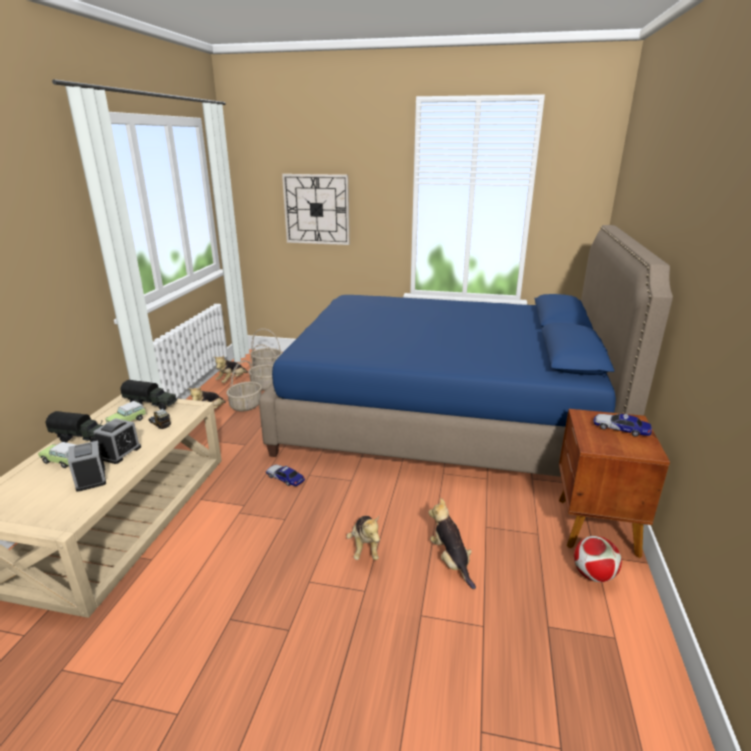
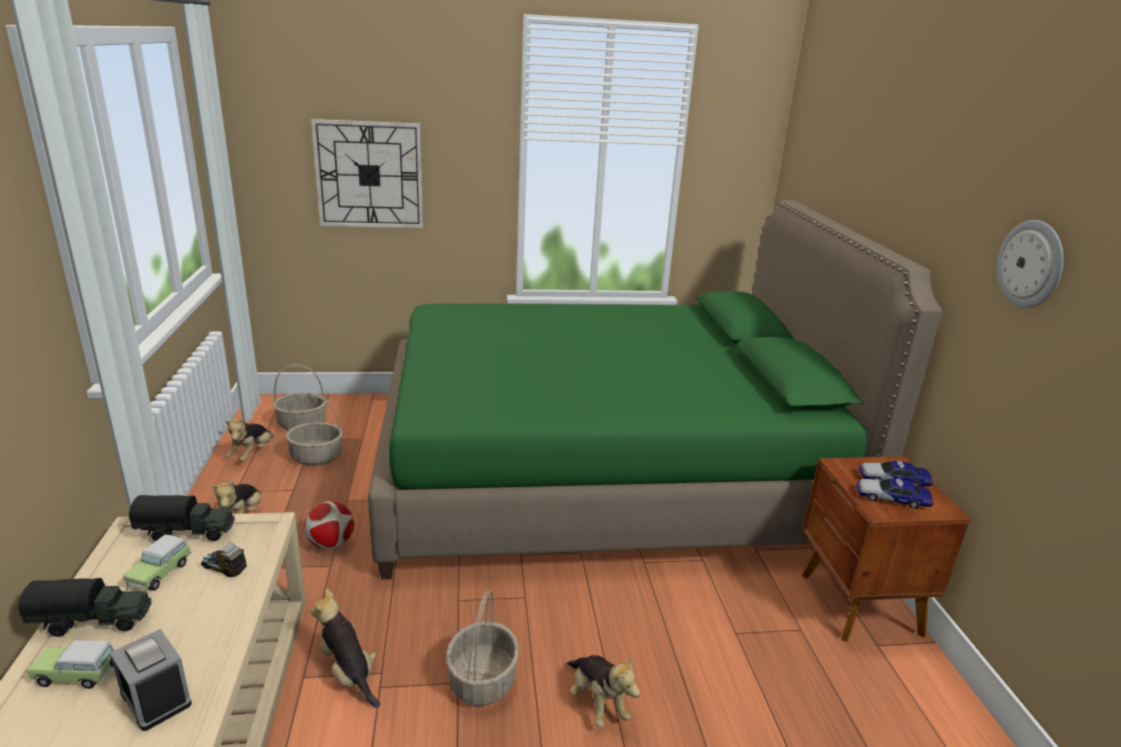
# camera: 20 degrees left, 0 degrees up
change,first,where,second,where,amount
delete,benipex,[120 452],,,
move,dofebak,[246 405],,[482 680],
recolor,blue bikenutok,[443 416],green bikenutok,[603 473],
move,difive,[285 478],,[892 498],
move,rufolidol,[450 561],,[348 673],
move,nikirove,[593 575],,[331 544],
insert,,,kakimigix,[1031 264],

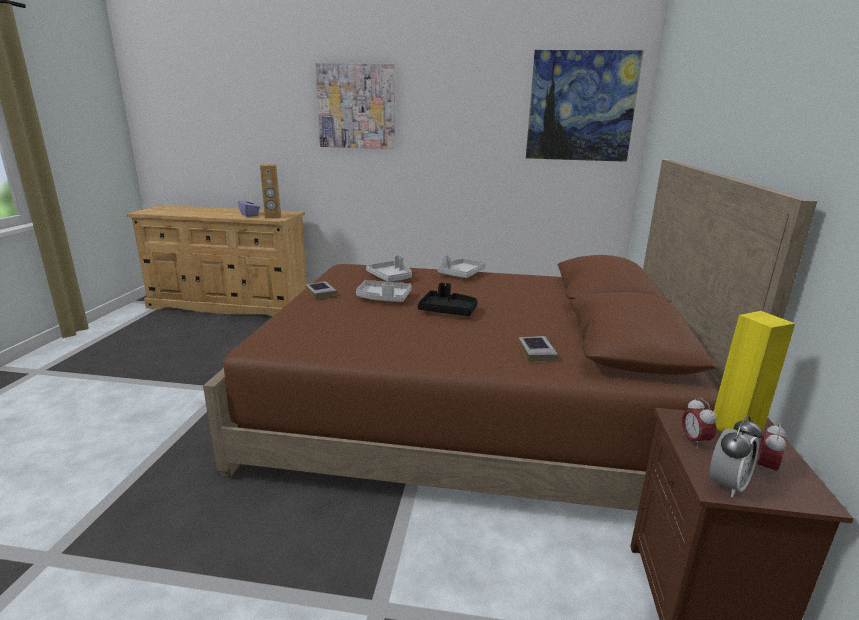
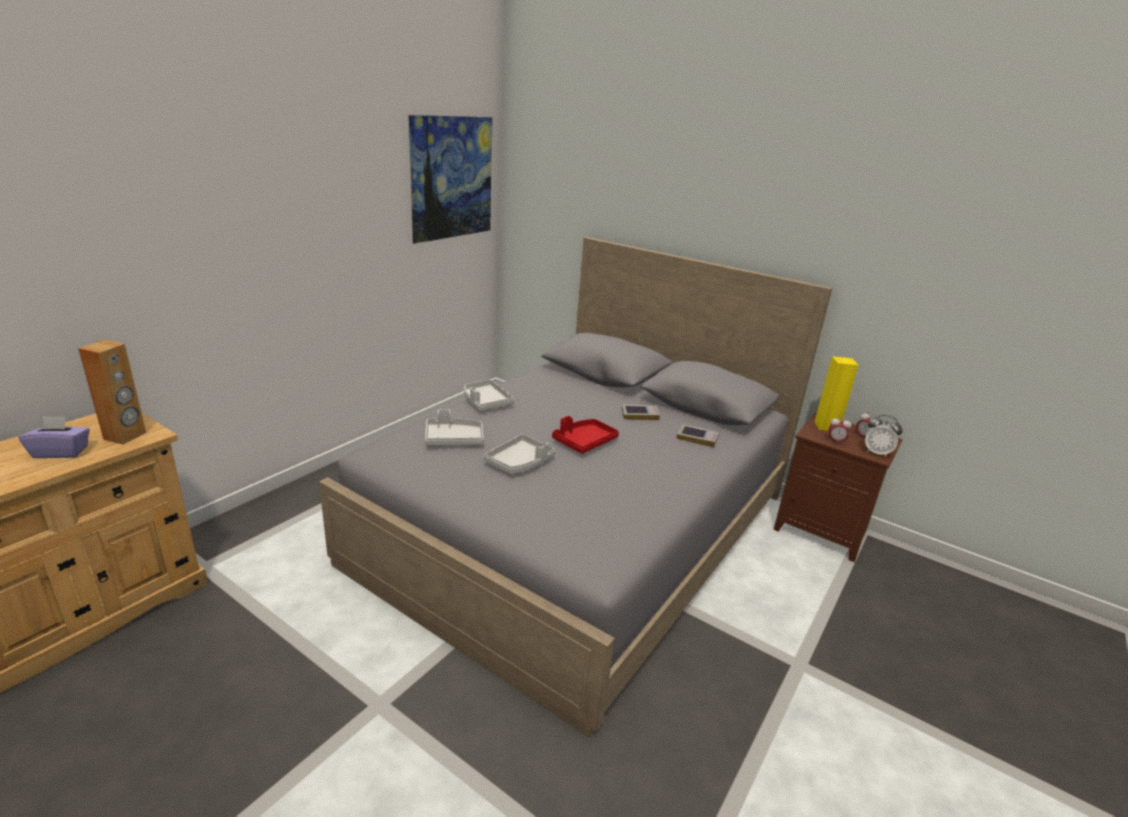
# camera: 65 degrees left, 5 degrees up
change,first,where,second,where,amount
recolor,brown bikenutok,[467 410],grey bikenutok,[580 527],
move,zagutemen,[321 292],,[640 415],
delete,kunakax,[356 106],,,
recolor,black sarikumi,[448 310],red sarikumi,[584 442],
rotate,benipex,[727 484],,[876 453],135 degrees clockwise

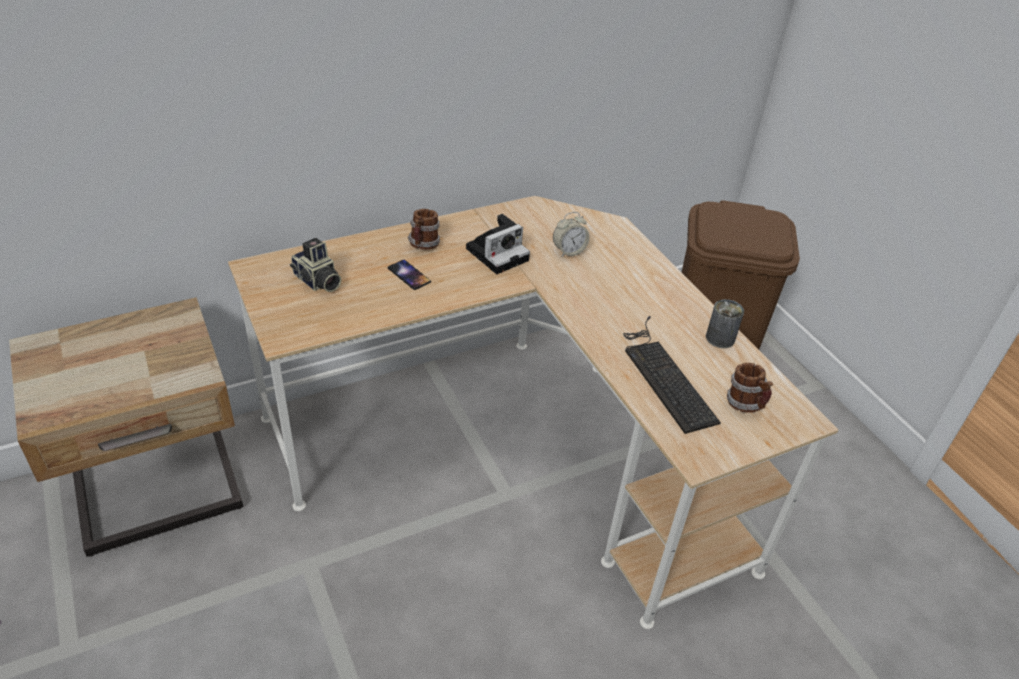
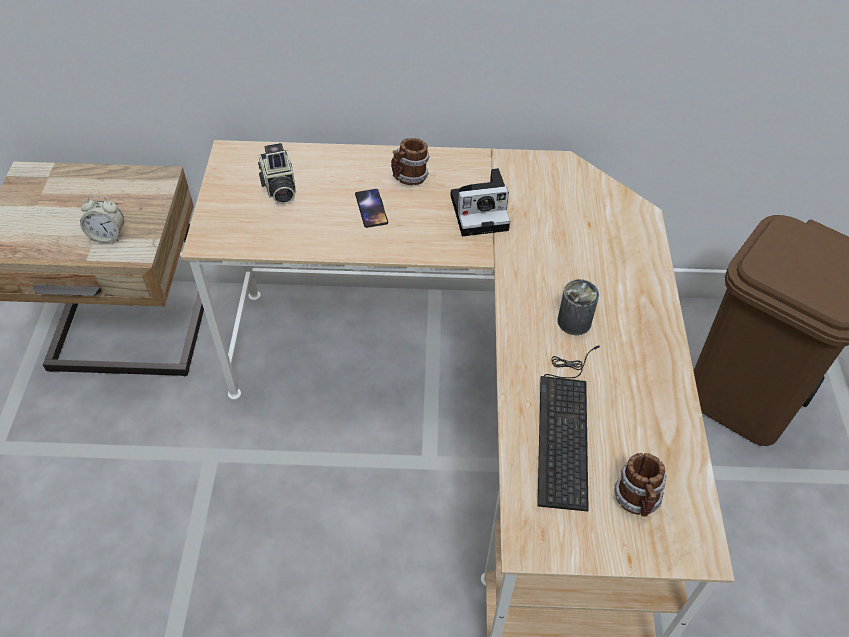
# camera: 30 degrees right, 10 degrees up
change,first,where,second,where,amount
move,benipex,[569 251],,[108 235],
move,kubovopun,[720 338],,[574 321],

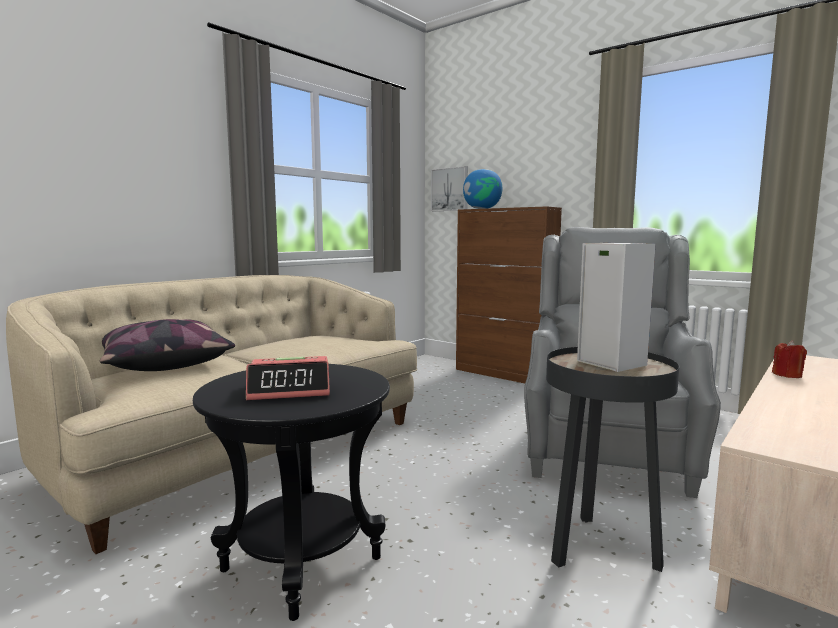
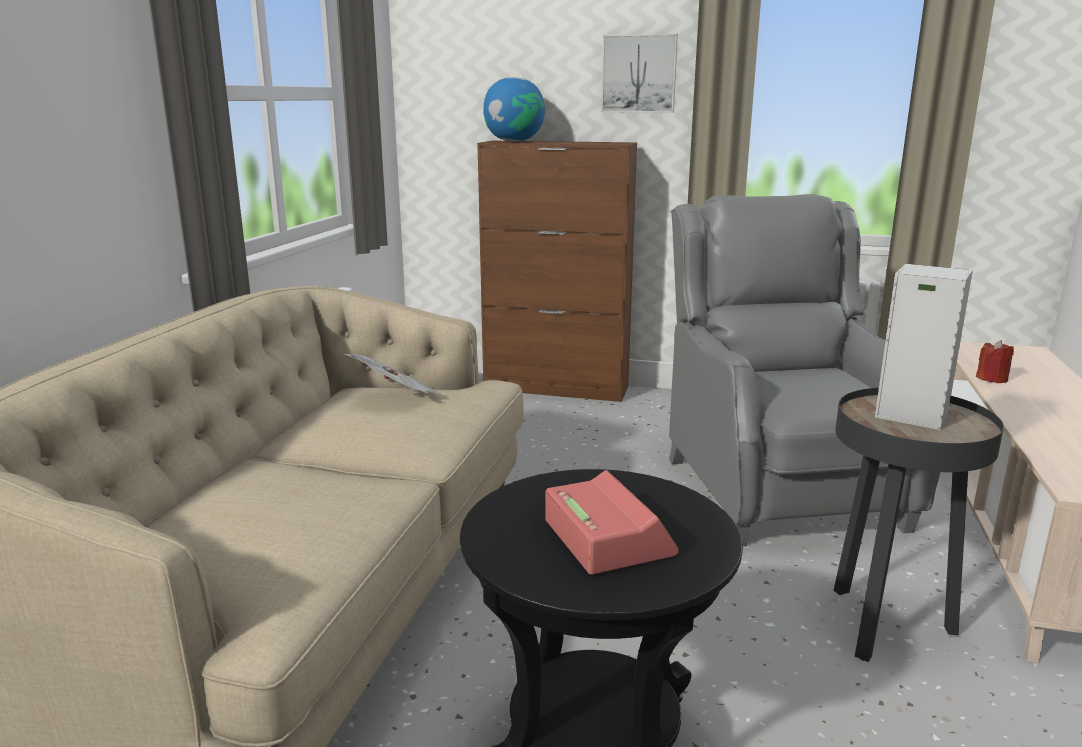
# camera: 25 degrees left, 10 degrees up
change,first,where,second,where,amount
delete,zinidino,[164 364],,,
rotate,benipex,[290 390],,[607 538],75 degrees counterclockwise
move,kunakax,[450 189],,[639 74],
insert,,,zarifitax,[398 398],

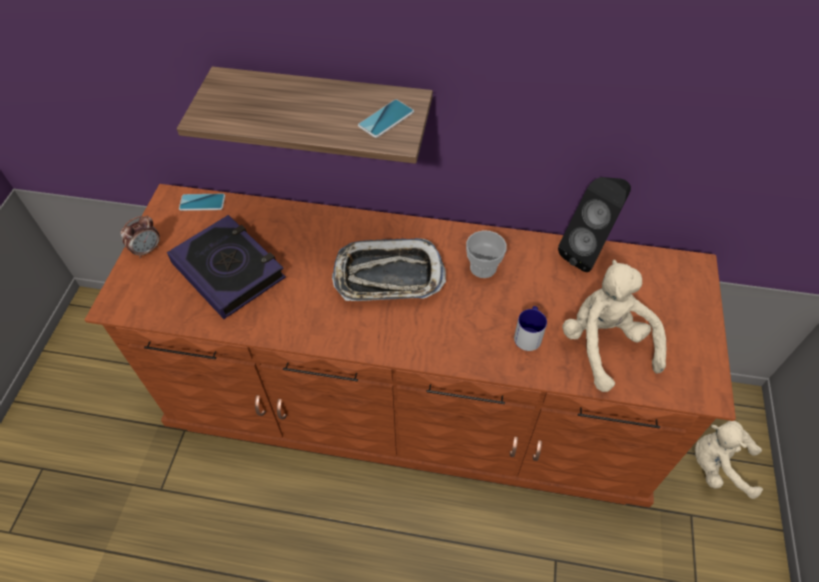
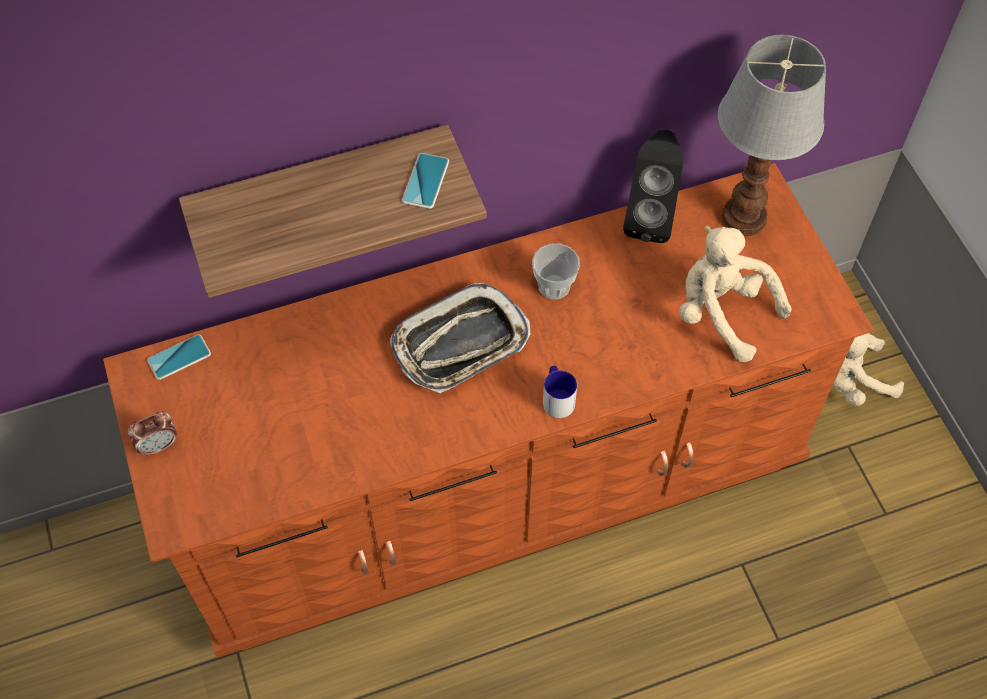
# camera: 30 degrees left, 5 degrees up
change,first,where,second,where,amount
rotate,benipex,[147 250],,[159 445],45 degrees clockwise
delete,zagutemen,[229 270],,,
move,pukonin,[528 334],,[557 398],
insert,,,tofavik,[742 218],

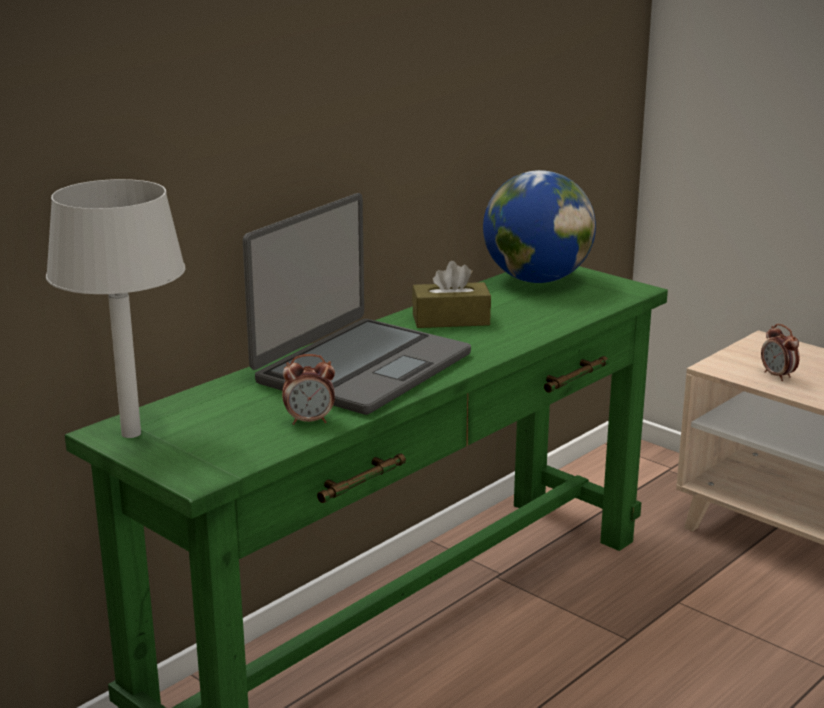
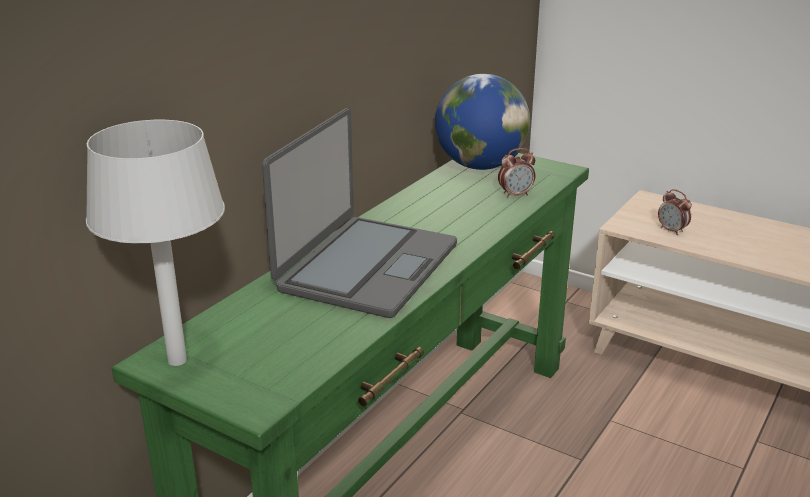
# camera: 10 degrees left, 5 degrees up
change,first,where,second,where,amount
move,benipex,[309 421],,[515 195],
delete,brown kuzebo,[451 320],,,

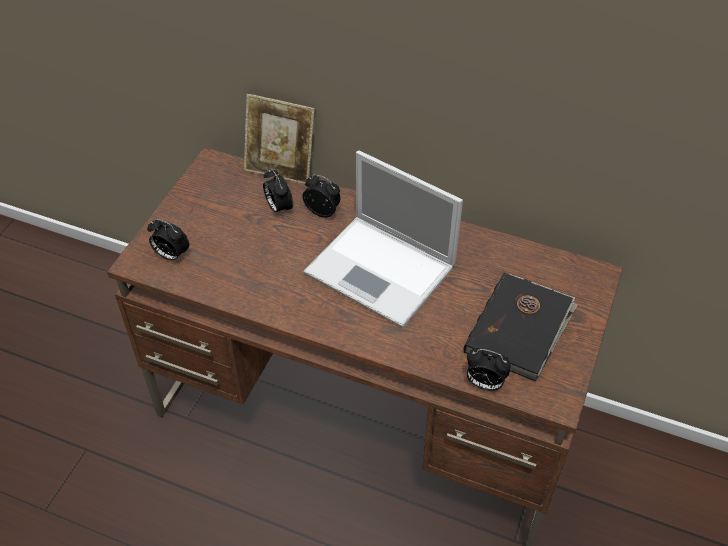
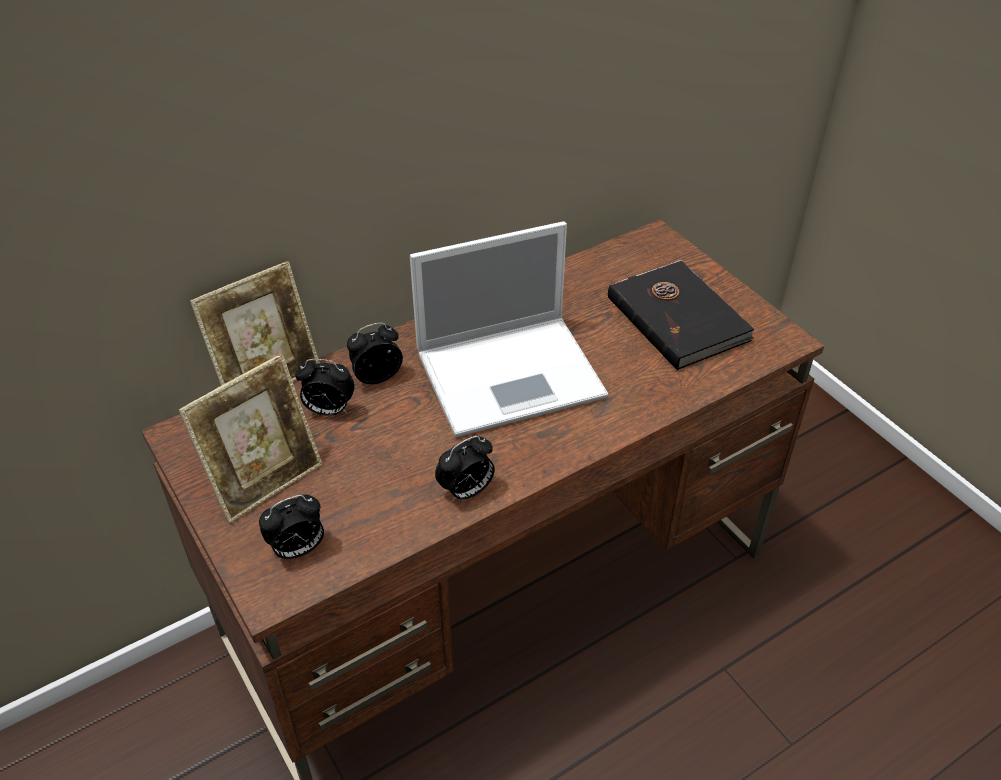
# camera: 55 degrees left, 5 degrees down
change,first,where,second,where,amount
move,benipex,[484 383],,[466 491],
insert,,,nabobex,[265 481],

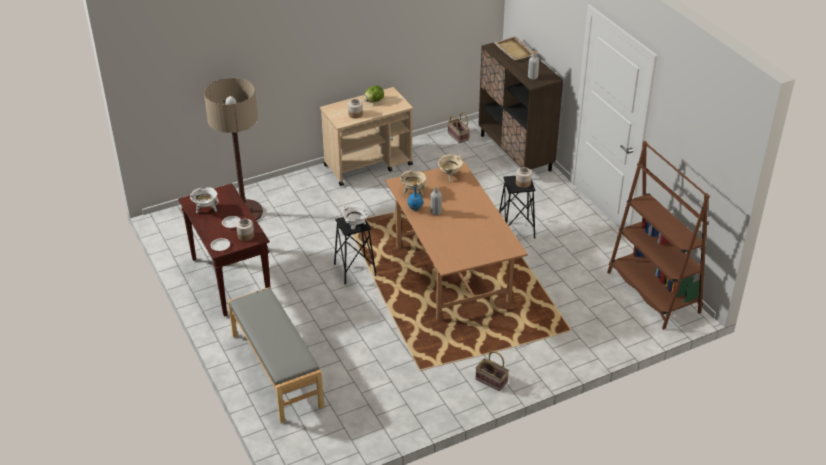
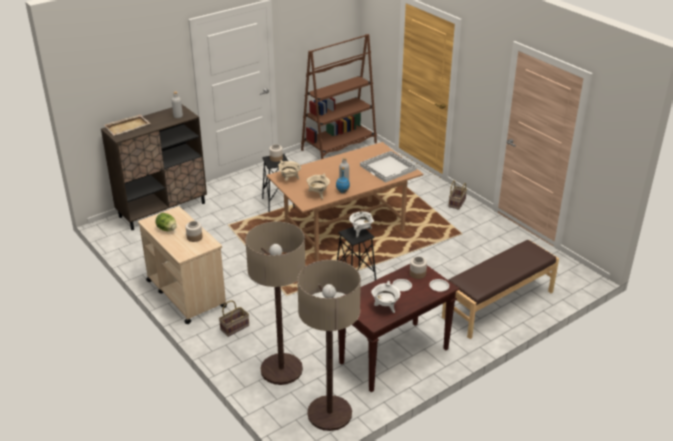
# camera: 100 degrees left, 5 degrees down
change,first,where,second,where,amount
recolor,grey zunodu,[276 370],brown zunodu,[498 305],
move,dofebak,[459 136],,[235 327],
insert,,,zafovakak,[329 413],
insert,,,white sarikumi,[388 168],

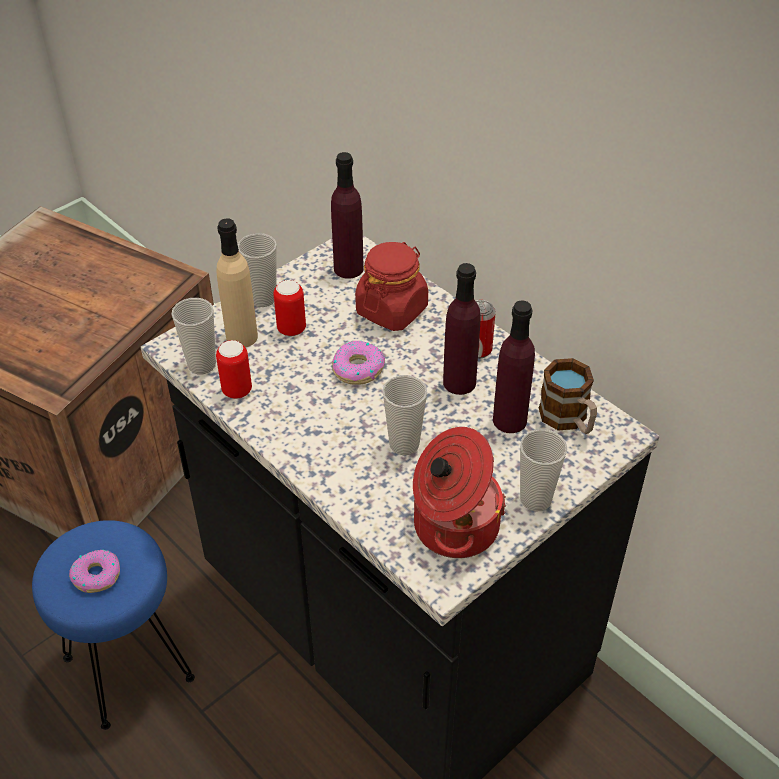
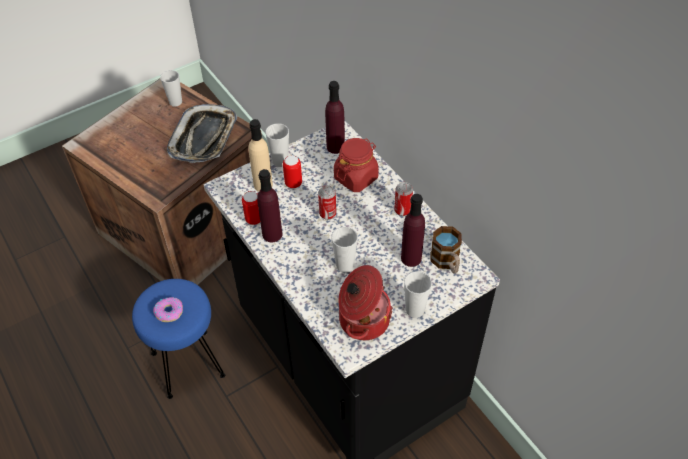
# camera: 10 degrees right, 5 degrees up
change,first,where,second,where,amount
move,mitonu,[202 365],,[175 102],
replace,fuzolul,[358 368],kubovopun,[327 214],
move,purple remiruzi,[459 382],,[272 234],
insert,,,sarikumi,[204 138],

